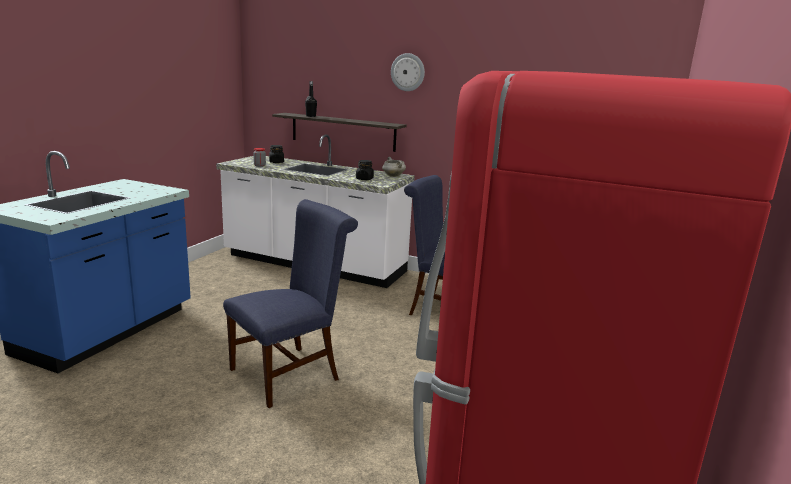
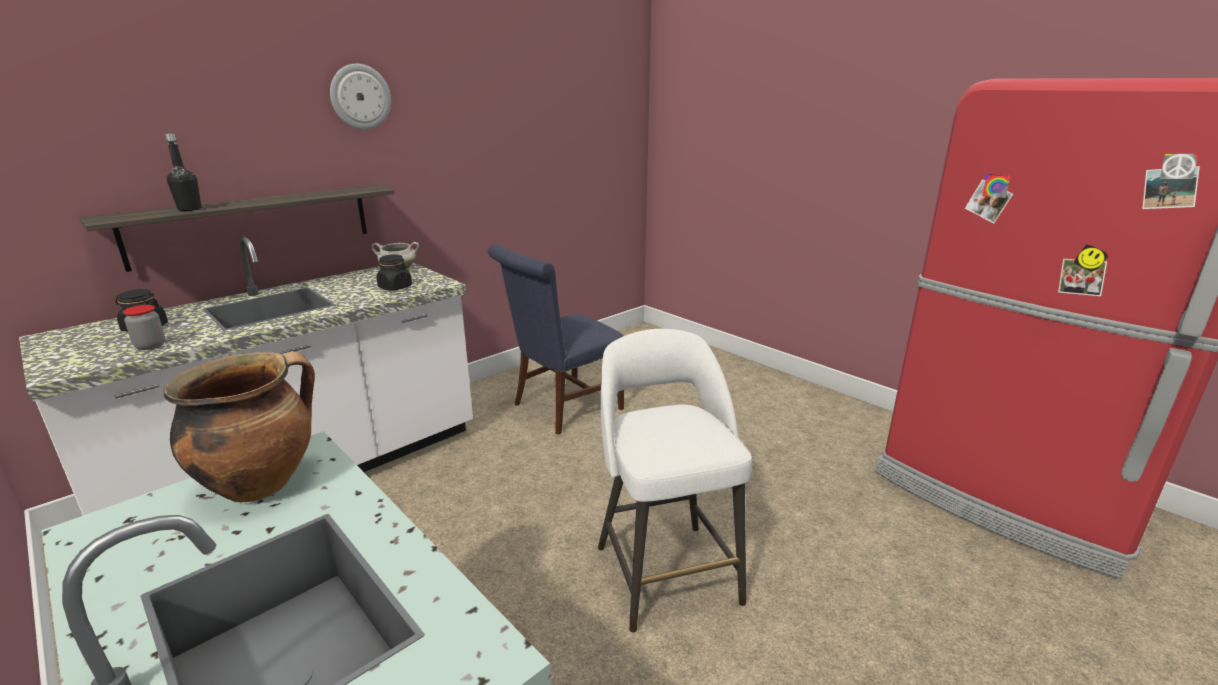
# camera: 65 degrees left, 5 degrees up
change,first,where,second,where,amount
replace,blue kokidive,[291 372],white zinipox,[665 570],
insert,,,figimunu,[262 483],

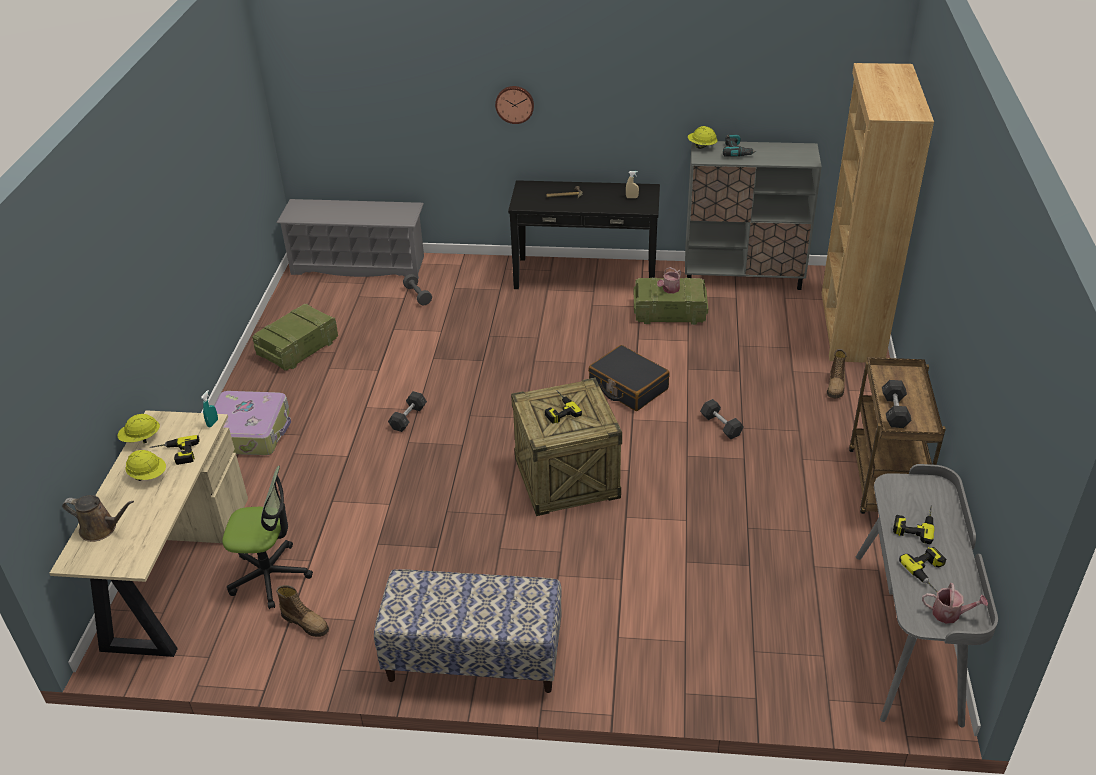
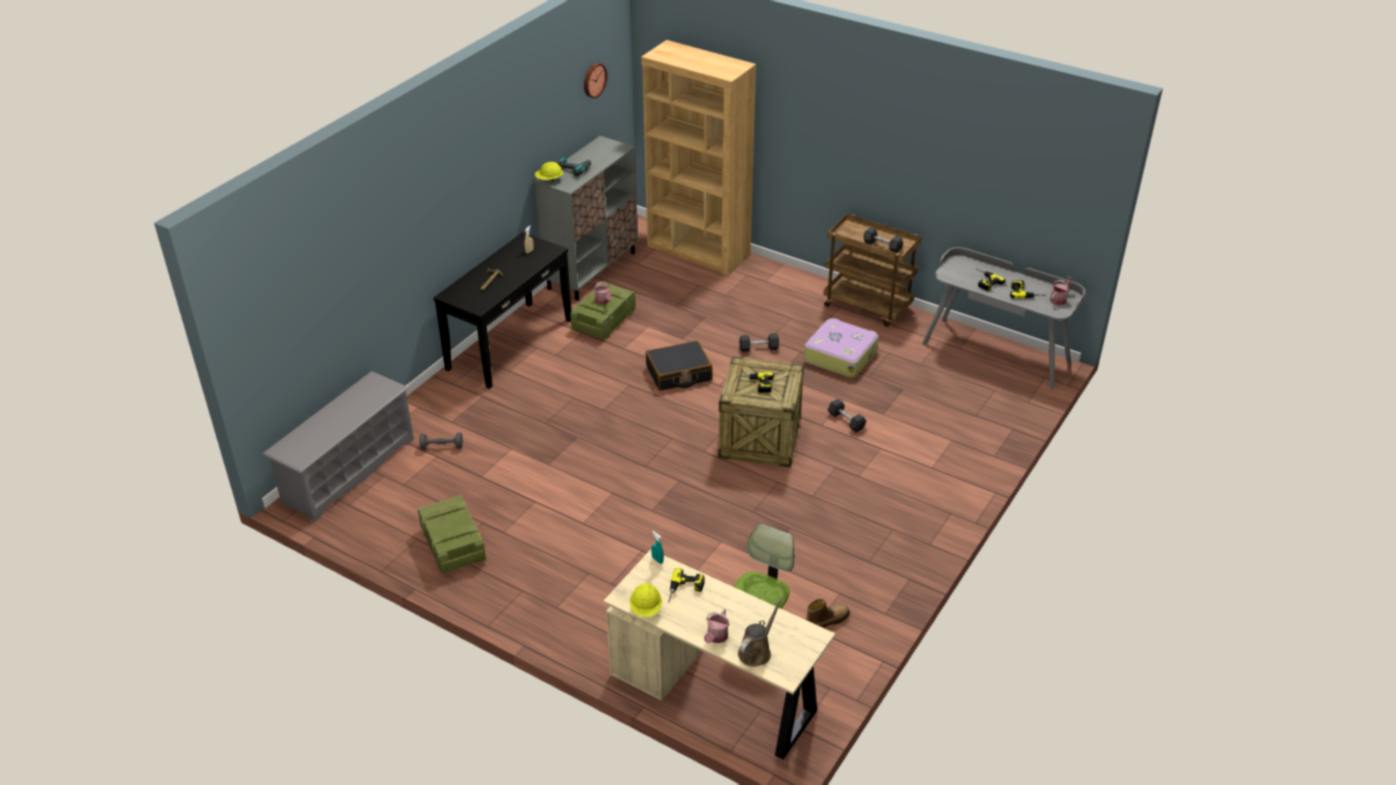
# camera: 65 degrees left, 0 degrees up
change,first,where,second,where,amount
delete,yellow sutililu,[148 475],,,
move,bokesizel,[250 432],,[840 356],
delete,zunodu,[473 658],,,
move,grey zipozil,[408 418],,[846 421],
move,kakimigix,[515 104],,[593 80],
delete,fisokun,[836 386],,,
insert,,,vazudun,[716 637],

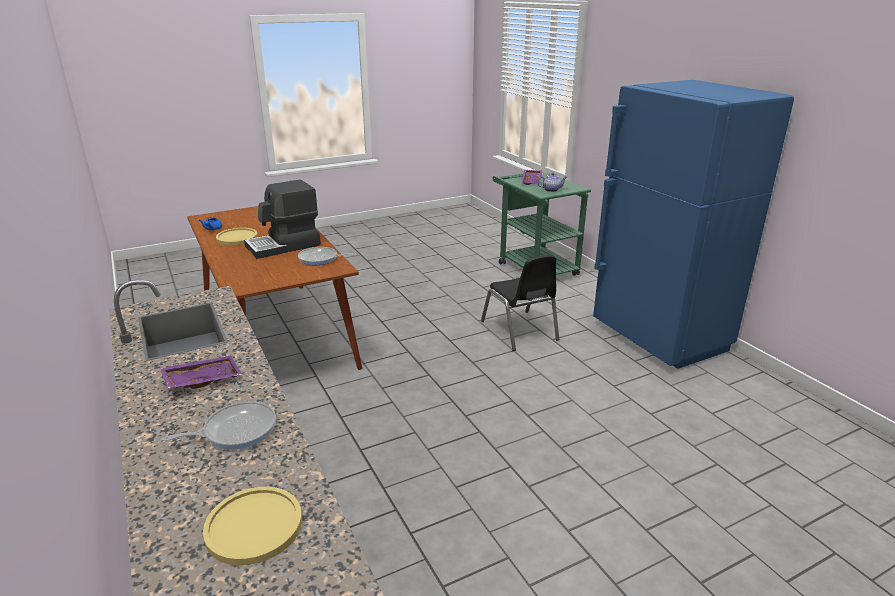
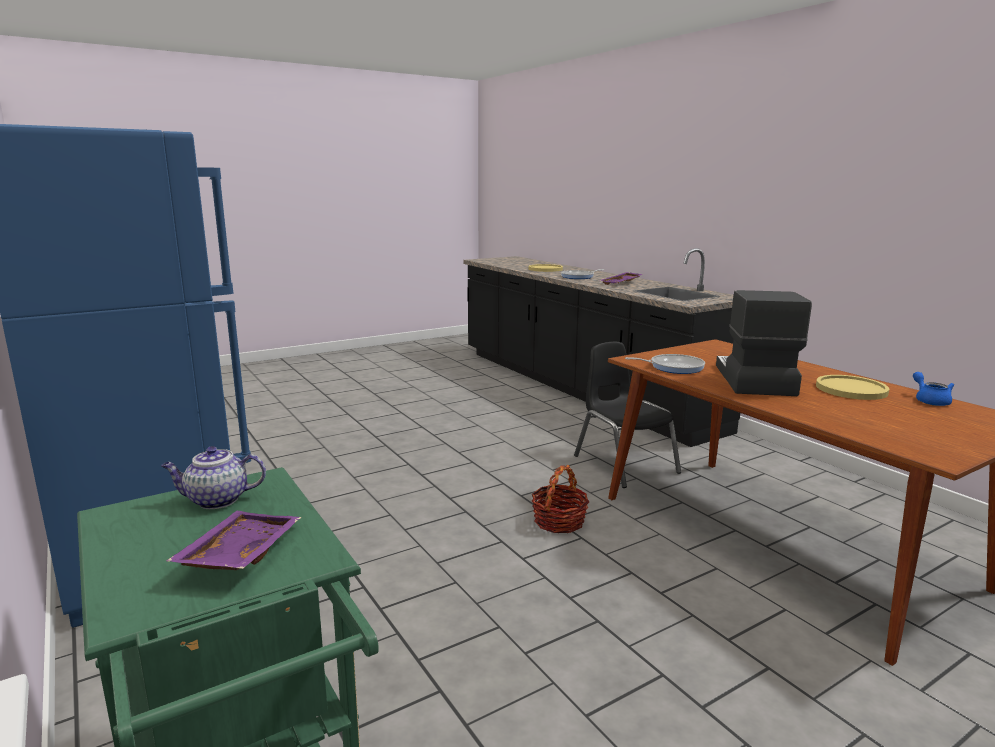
# camera: 175 degrees right, 10 degrees down
change,first,where,second,where,amount
rotate,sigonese,[284 246],,[753 380],45 degrees counterclockwise
move,black kokidive,[519 331],,[624 464],
insert,,,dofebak,[559 522],

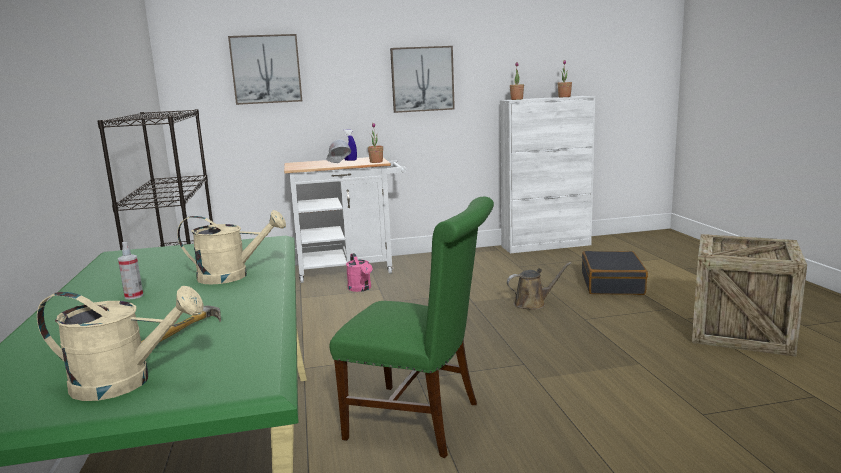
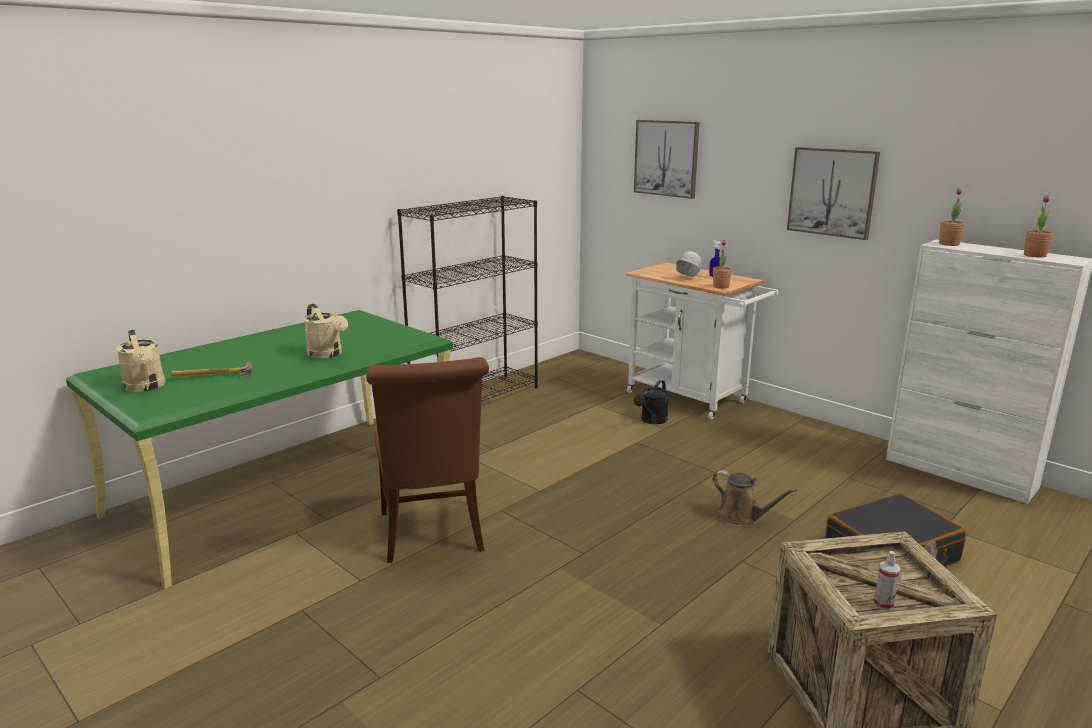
# camera: 55 degrees right, 5 degrees up
change,first,where,second,where,amount
move,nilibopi,[134 296],,[883 604],
recolor,green kokidive,[422 421],brown kokidive,[433 535],
recolor,pink vazudun,[361 289],black vazudun,[652 420],

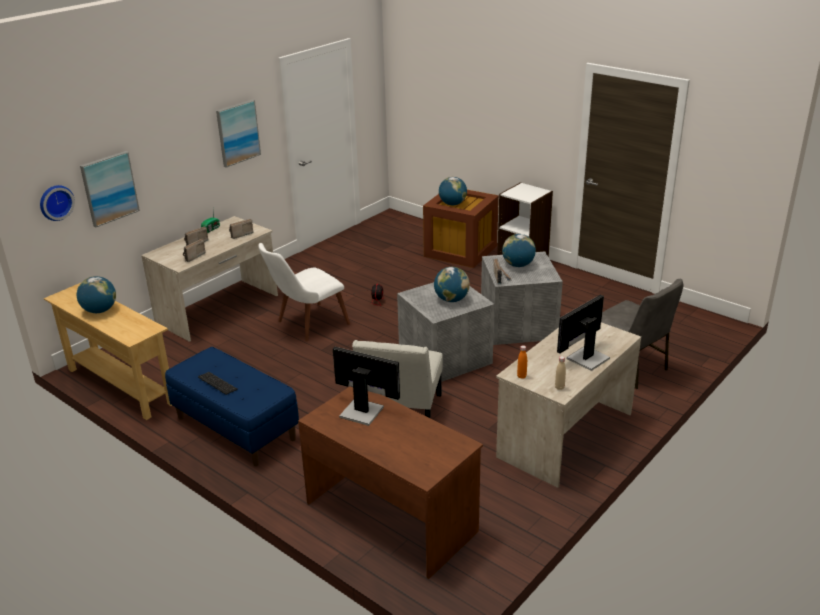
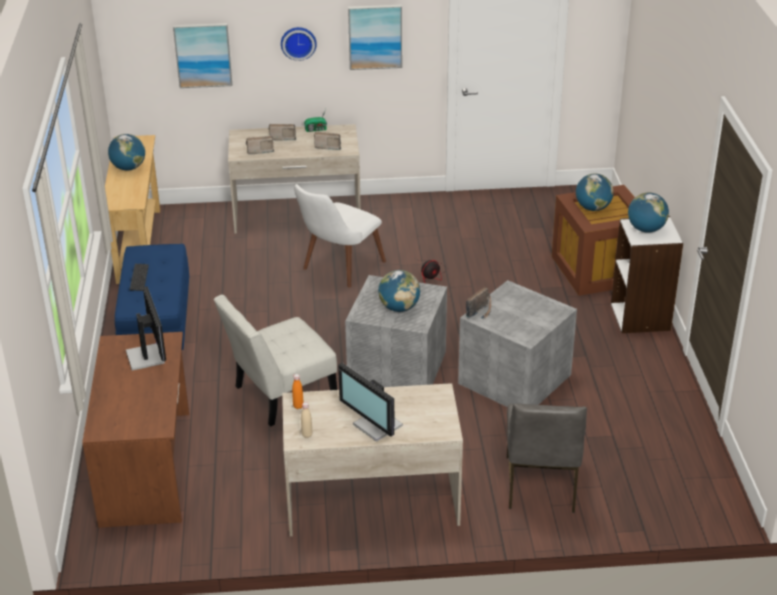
# camera: 45 degrees right, 5 degrees up
change,first,where,second,where,amount
move,kakimigix,[55 202],,[298 42],
rotate,white kokidive,[306 325],,[337 269],60 degrees counterclockwise
move,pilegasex,[518 265],,[646 229],
rotate,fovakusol,[586 358],,[376 426],135 degrees counterclockwise

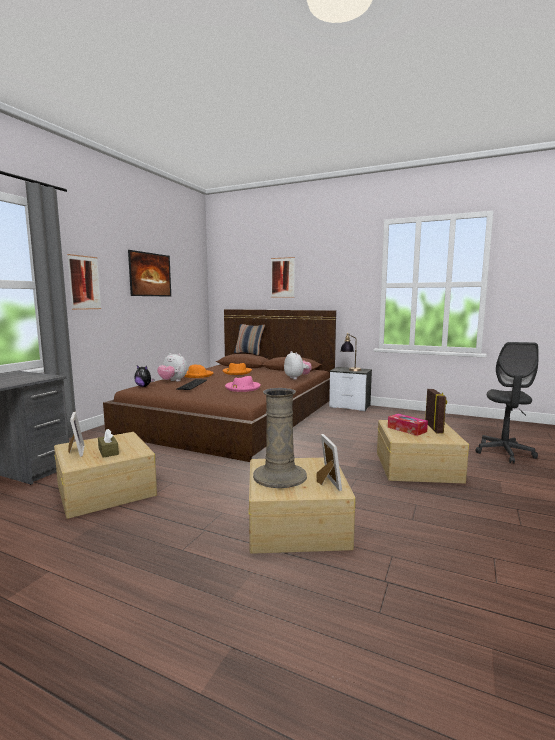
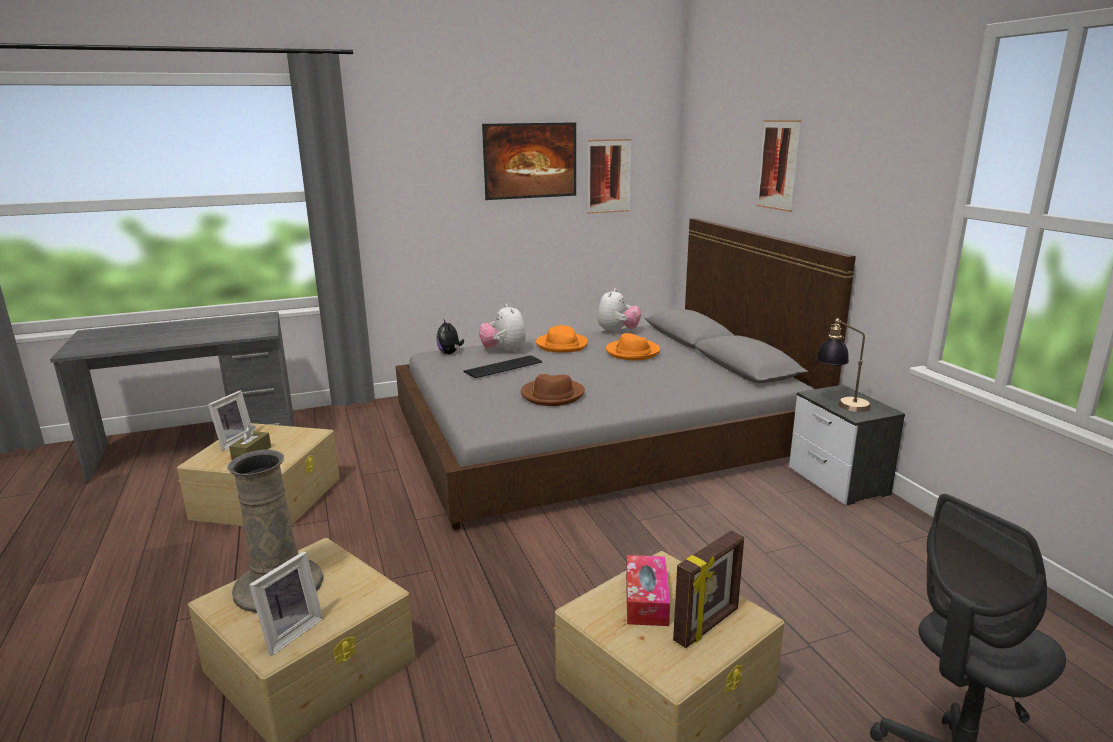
# camera: 45 degrees right, 10 degrees up
change,first,where,second,where,amount
move,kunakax,[84 282],,[609 176],
recolor,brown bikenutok,[236 416],grey bikenutok,[599 432],
recolor,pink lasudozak,[242 388],brown lasudozak,[552 395],
delete,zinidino,[249 353],,,
move,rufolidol,[297 378],,[617 332],

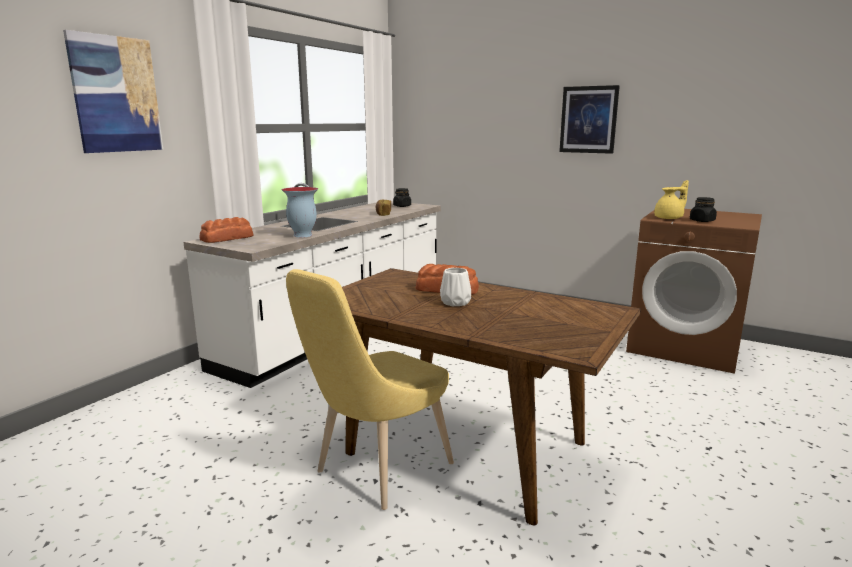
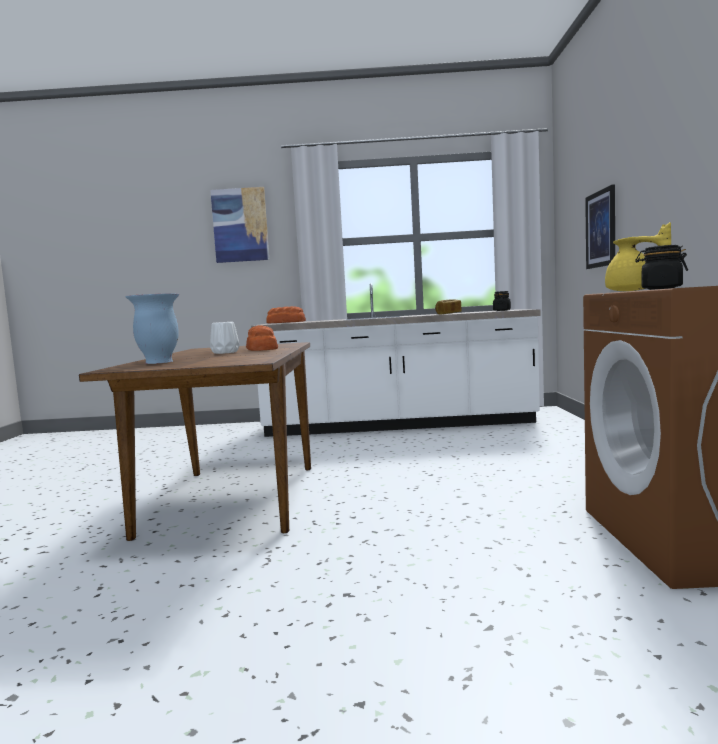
# camera: 60 degrees right, 10 degrees down
change,first,where,second,where,amount
move,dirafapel,[302 235],,[158 362],
delete,yellow kokidive,[377 471],,,
move,kunakax,[588 119],,[601 229],

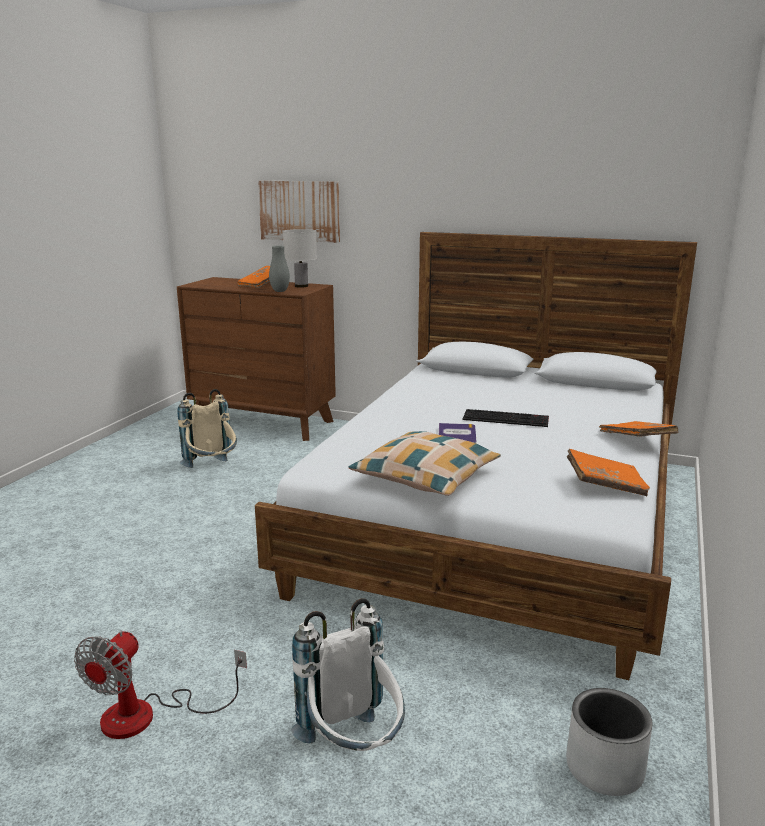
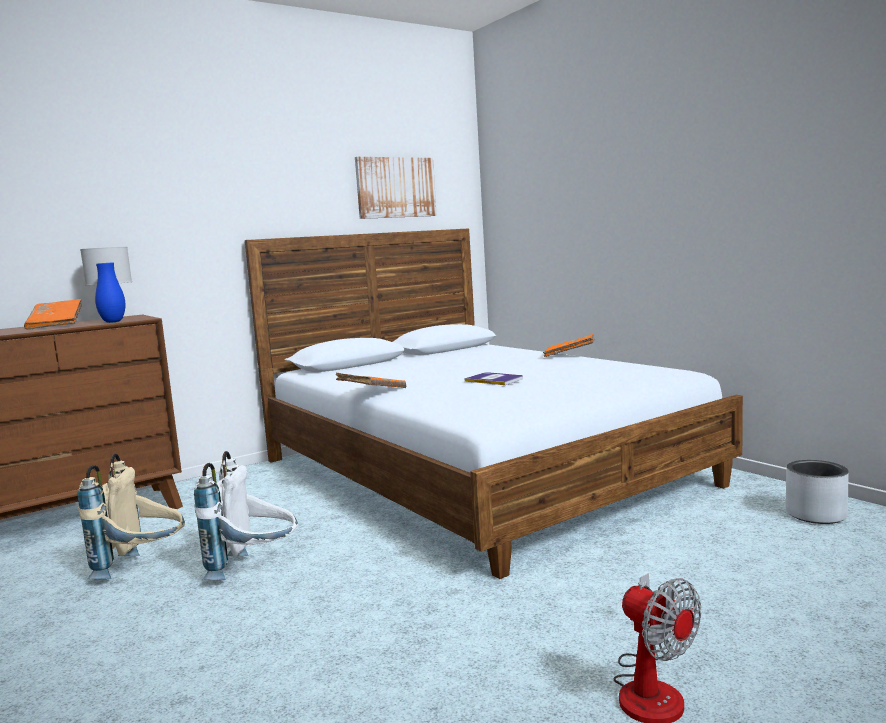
# camera: 55 degrees left, 10 degrees down
change,first,where,second,where,amount
move,kunakax,[299 211],,[395 187],
recolor,grey dirafapel,[280 291],blue dirafapel,[113 322],
move,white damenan,[353 749],,[255 569],
delete,zinidino,[425 476],,,
delete,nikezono,[506 418],,,
move,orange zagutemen,[605 485],,[372 392],

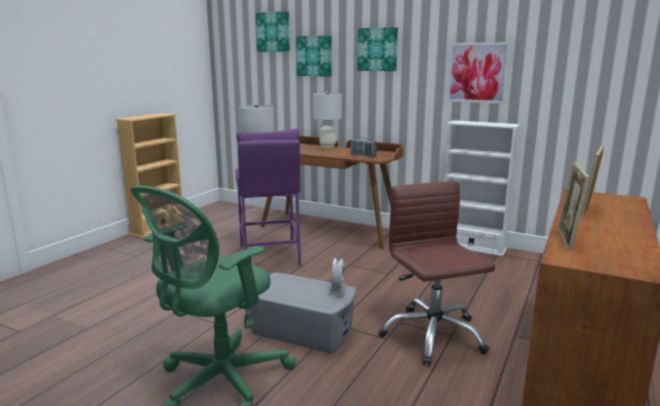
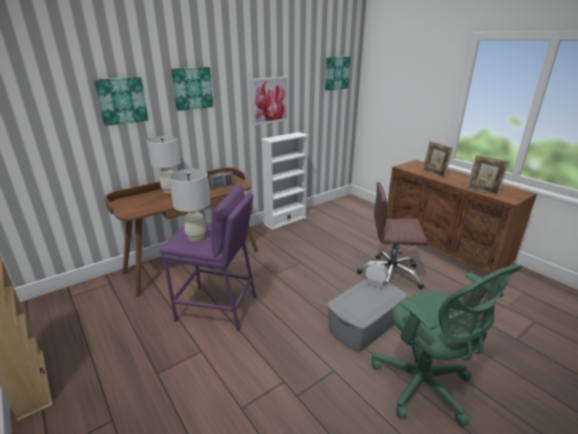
# camera: 65 degrees left, 10 degrees up
change,first,where,second,where,amount
move,kunakax,[273 32],,[336 73],

